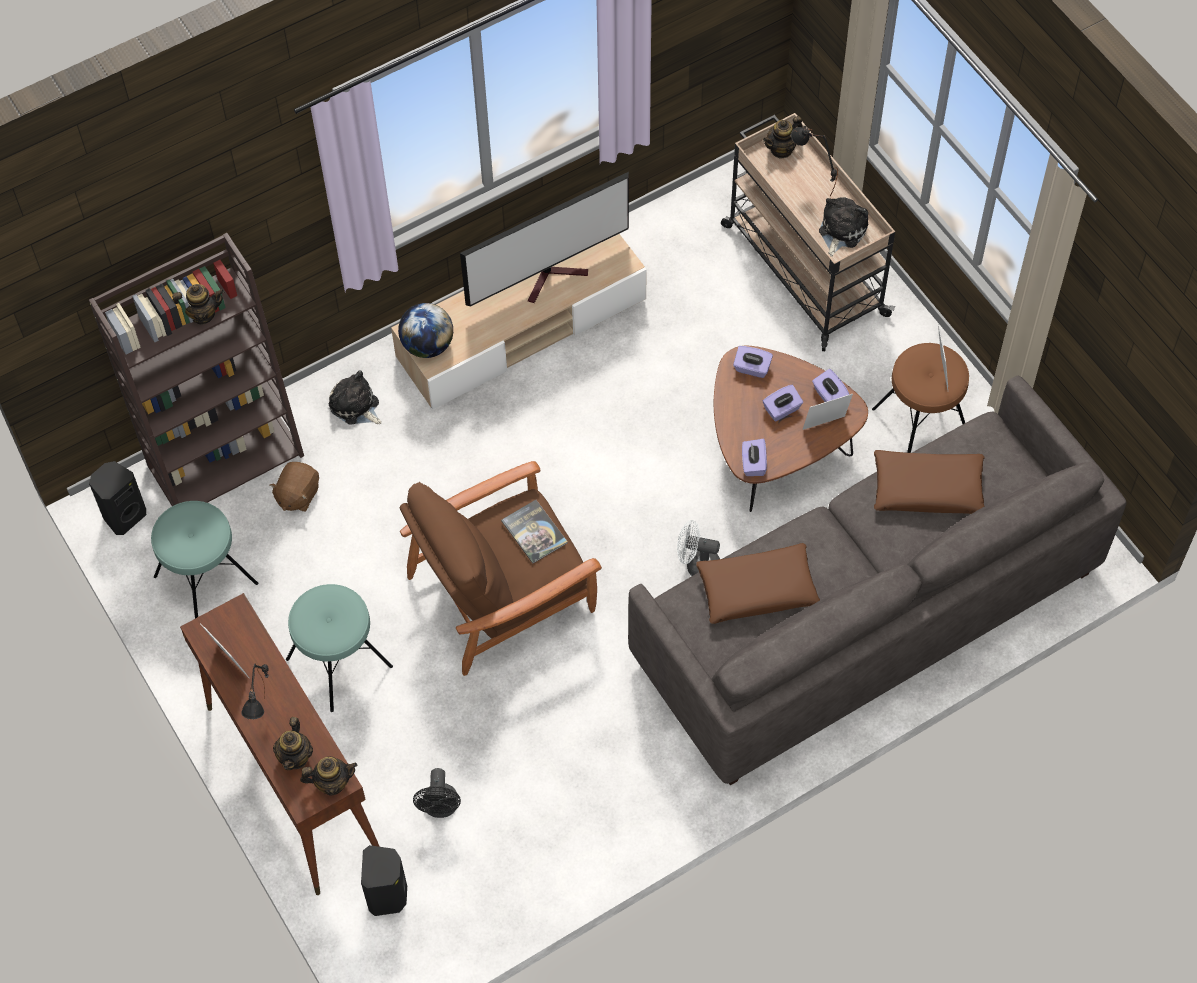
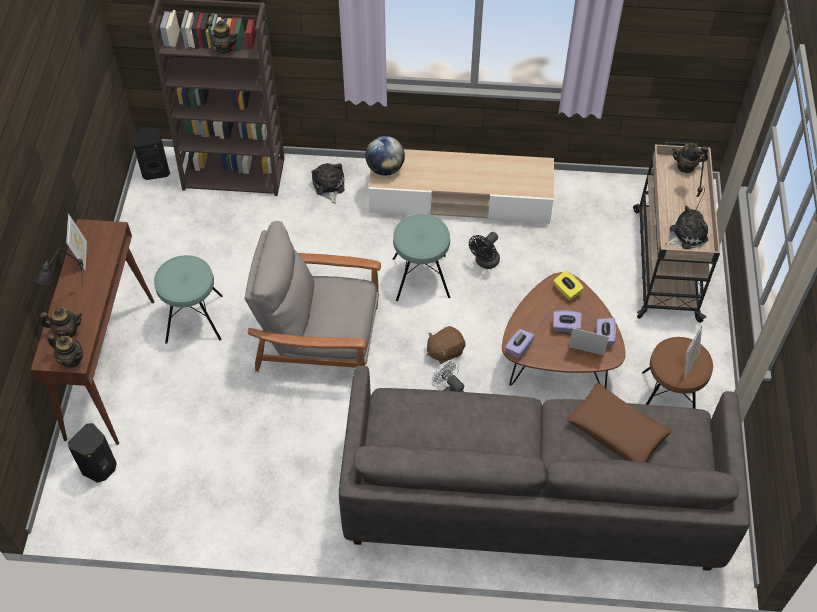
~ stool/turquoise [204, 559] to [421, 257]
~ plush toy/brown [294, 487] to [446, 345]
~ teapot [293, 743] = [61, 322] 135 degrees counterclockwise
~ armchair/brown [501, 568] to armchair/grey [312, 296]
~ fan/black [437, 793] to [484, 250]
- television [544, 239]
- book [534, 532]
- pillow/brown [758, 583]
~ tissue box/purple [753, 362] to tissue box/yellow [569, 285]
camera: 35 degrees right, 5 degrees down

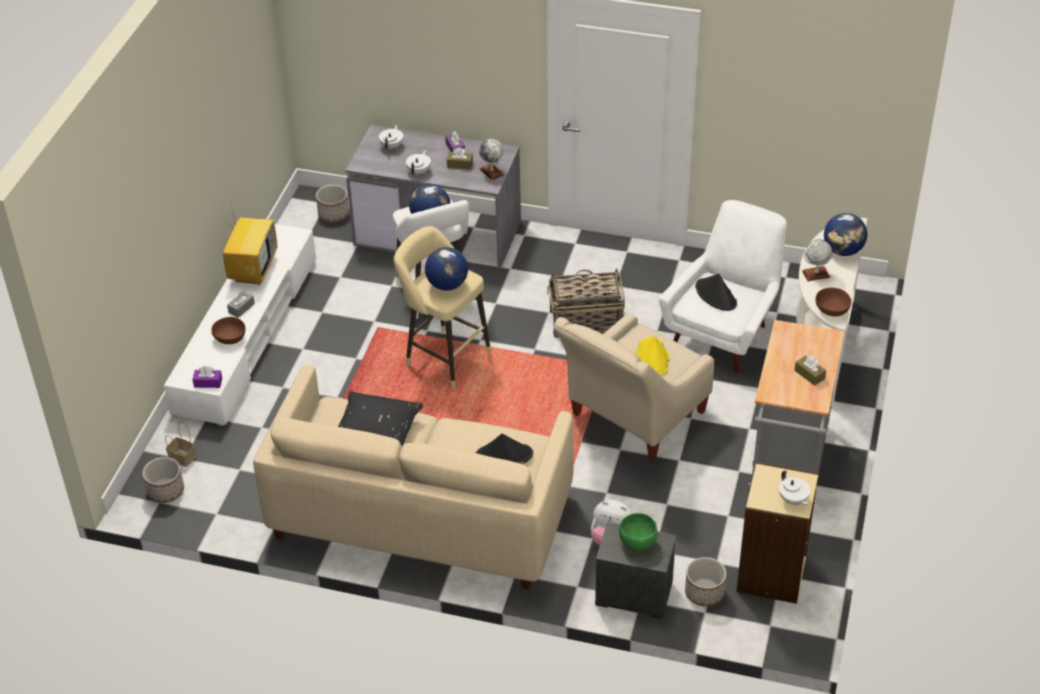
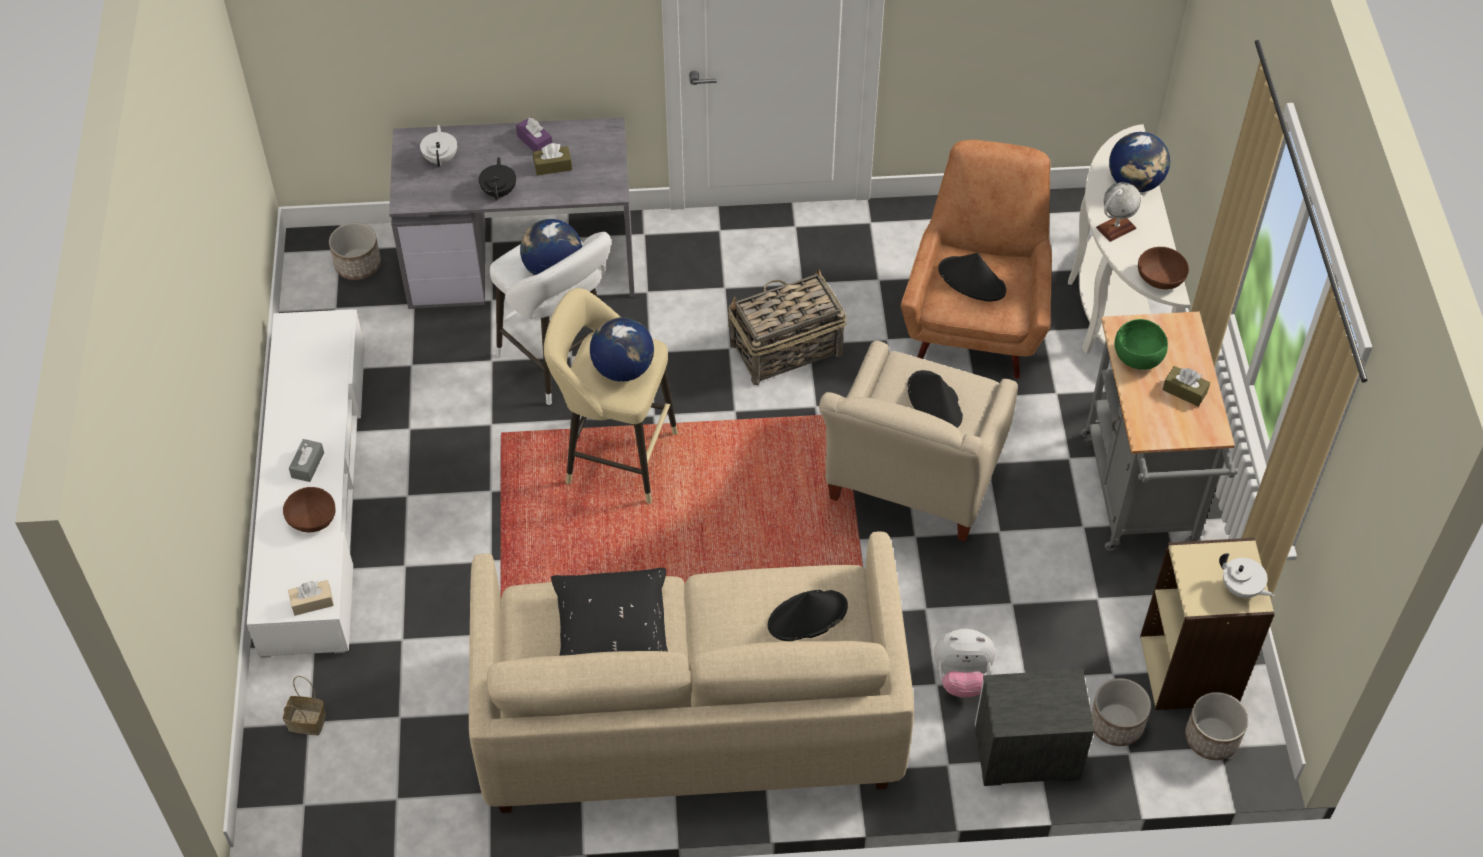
~ planter [163, 480] to [1216, 726]
~ tissue box/purple [207, 377] to tissue box/beige [311, 598]
- television [250, 240]
~ teapot/white [418, 162] to teapot/black [497, 178]
- globe [491, 159]
~ bowl/green [638, 532] to [1141, 344]
~ hat/yellow [652, 356] to hat/black [935, 399]
~ armchair/white [723, 287] to armchair/brown [976, 259]
camera: 20 degrees left, 10 degrees up

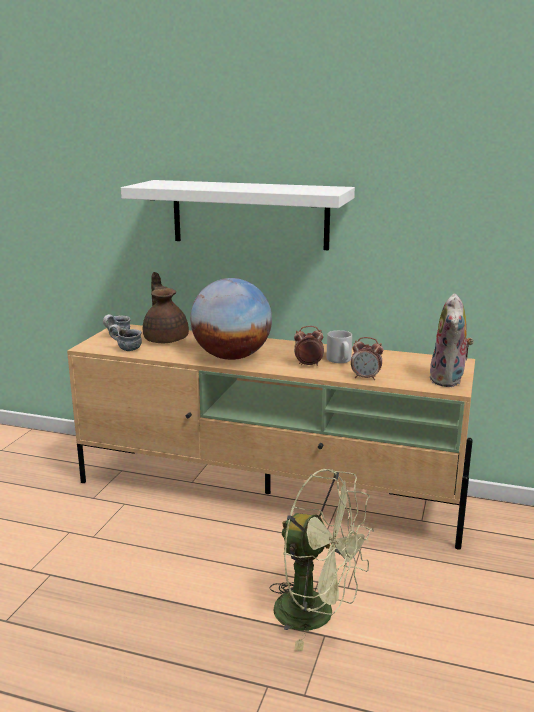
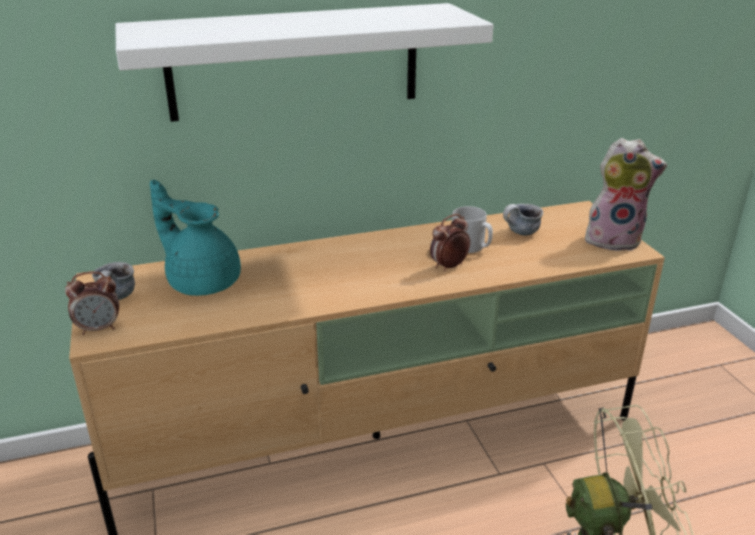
~ mug [125, 337] to [523, 220]
~ teapot/brown [166, 307] to teapot/turquoise [195, 238]
- globe [231, 319]
~ alarm clock [367, 358] to [92, 303]
~ plush toy [451, 340] = [626, 194] 60 degrees counterclockwise
camera: 35 degrees left, 10 degrees up

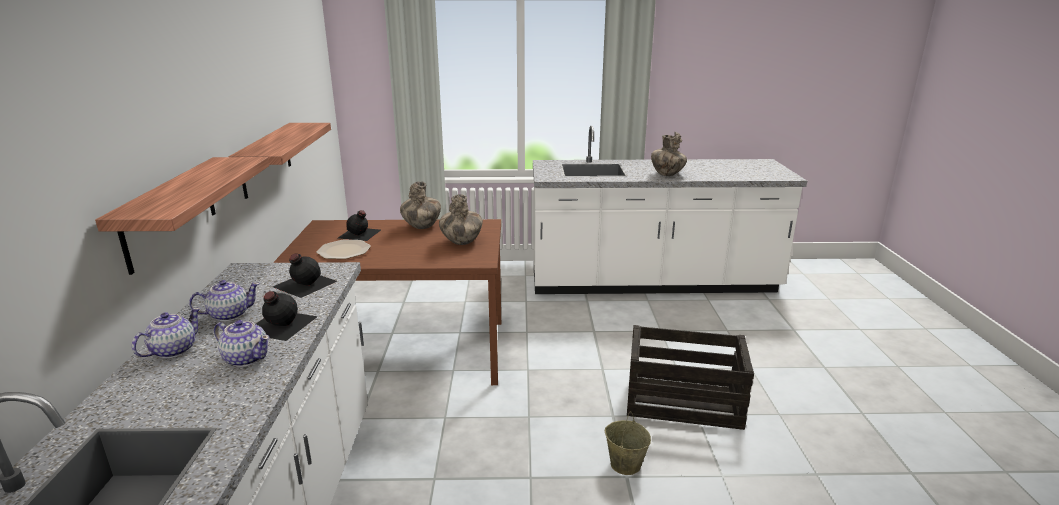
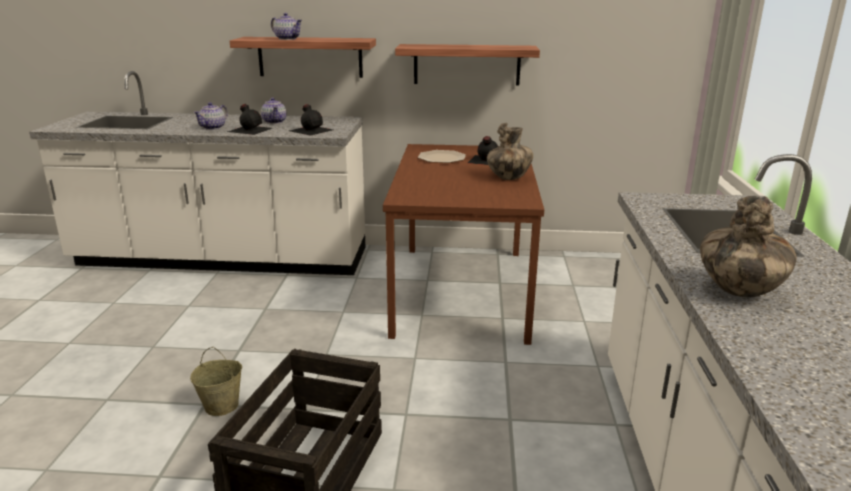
~ teapot [166, 332] to [286, 26]
- vase [461, 219]
camera: 95 degrees right, 0 degrees up

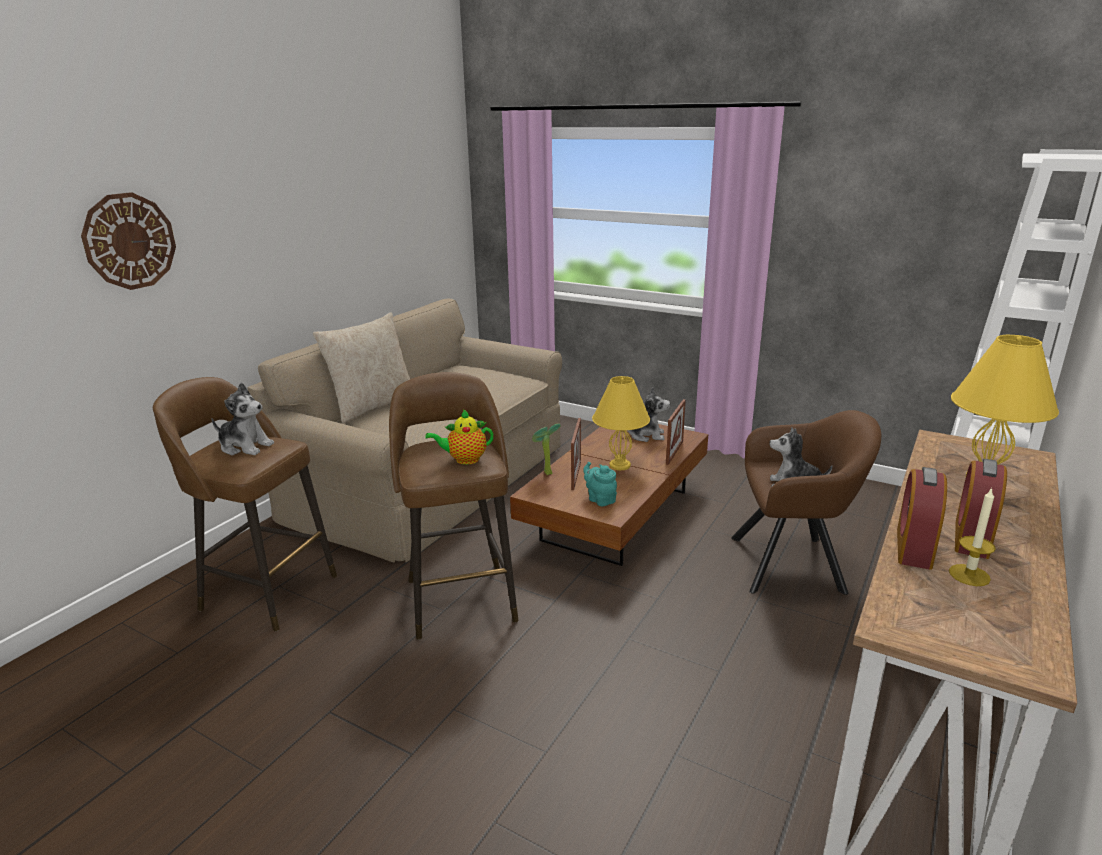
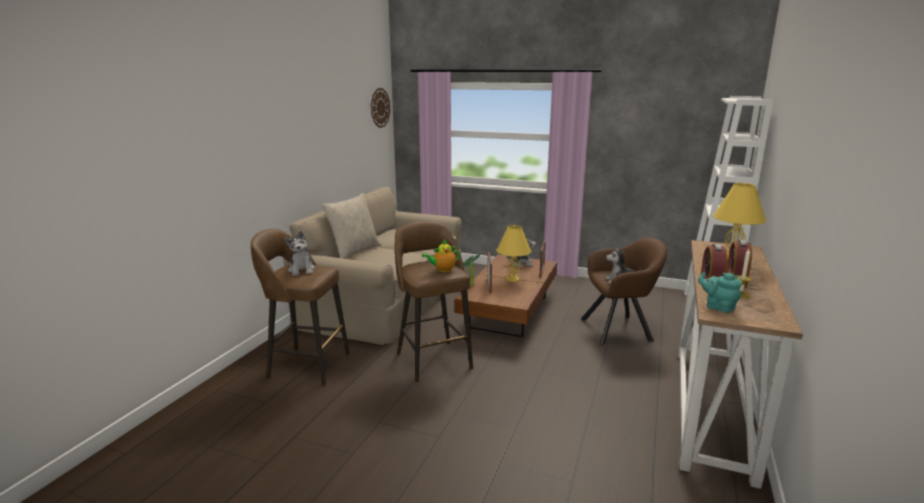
~ wall clock [128, 241] to [380, 108]
~ plush toy [242, 419] = [299, 253] 60 degrees clockwise
~ teapot/turquoise [600, 484] to [720, 292]
camera: 10 degrees left, 5 degrees down

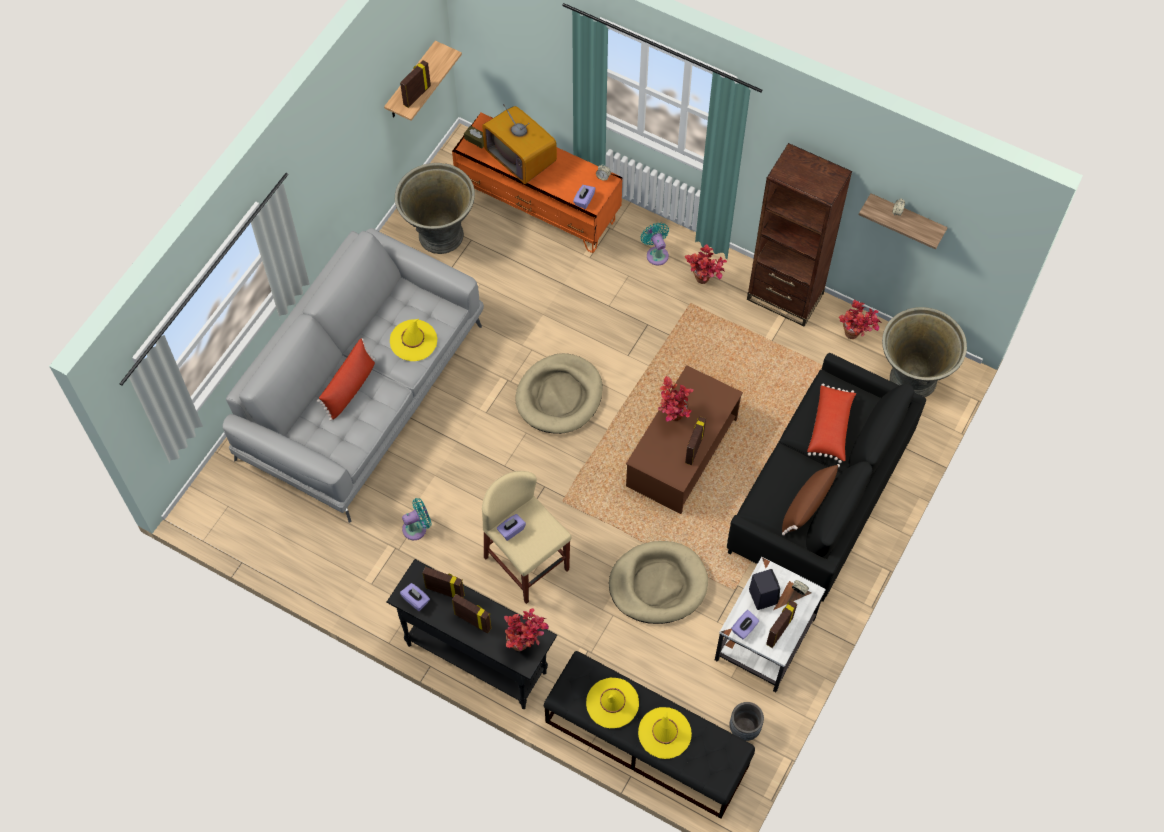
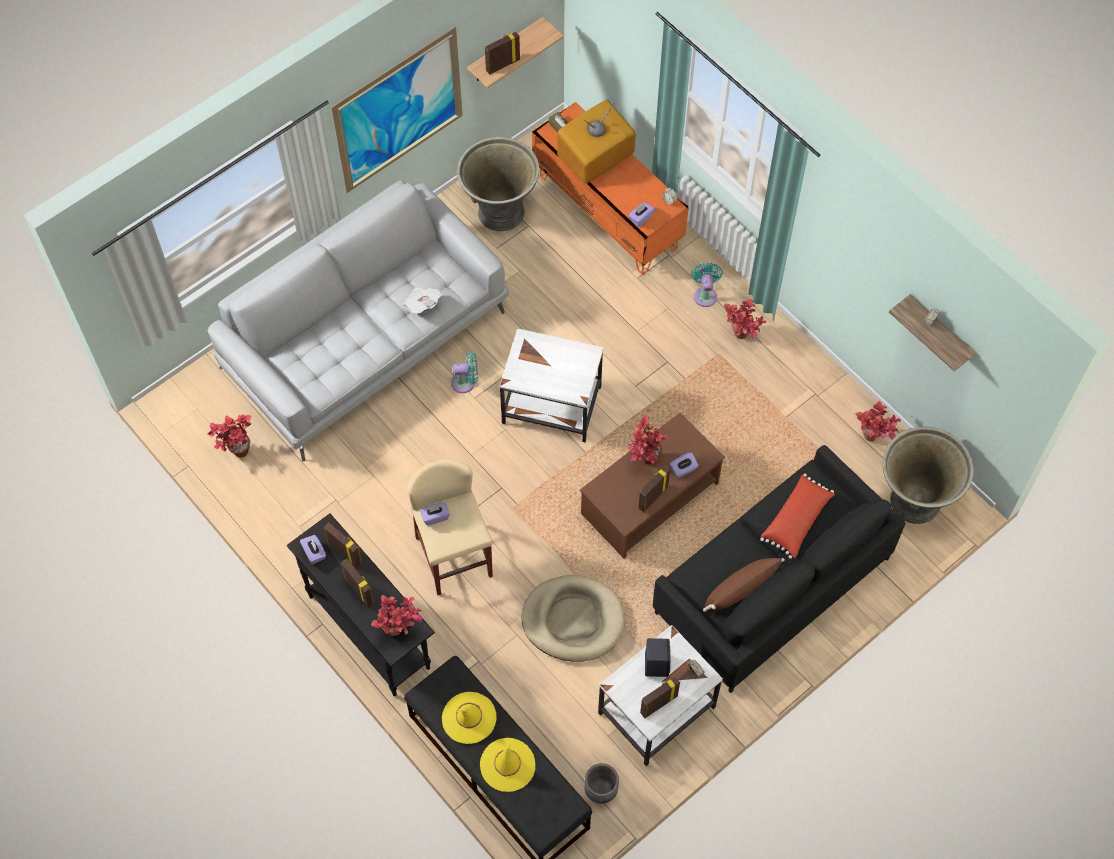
- pillow/red [346, 379]
~ hat/yellow [413, 340] to newspaper [422, 300]
~ fan/turquoise [416, 519] to [464, 372]
~ television [519, 144] = [596, 142] 75 degrees clockwise
~ dog bed/beige [559, 393] to side table/white [551, 385]
~ tissue box/purple [745, 624] to [684, 465]
- bookcase/brown [799, 235]
+ potted plant [230, 436]
+ picture [397, 109]
camera: 20 degrees right, 0 degrees up

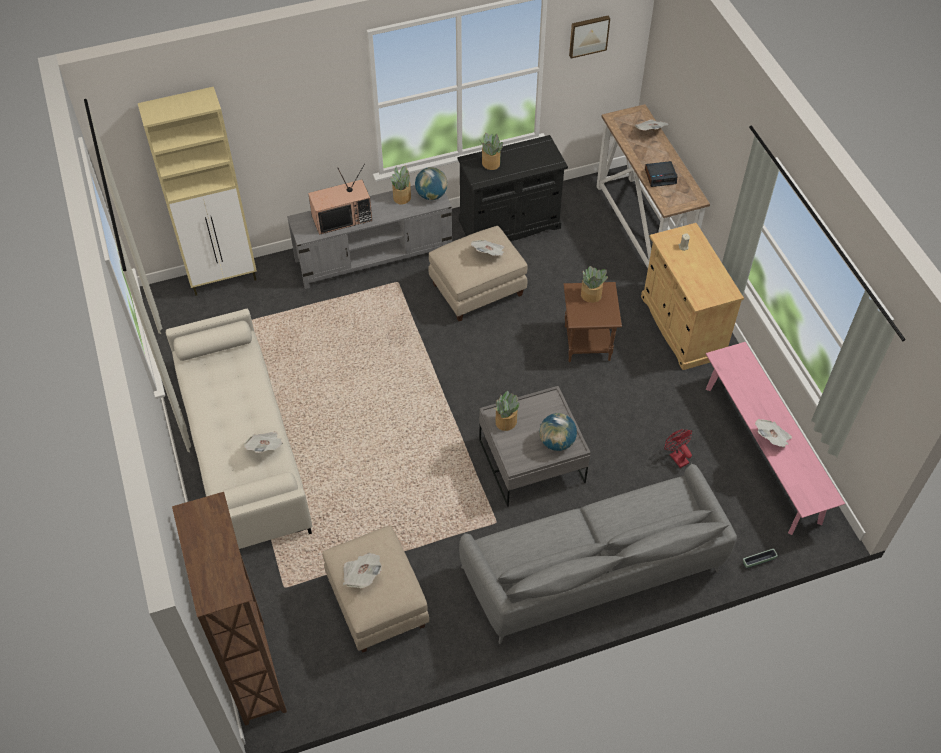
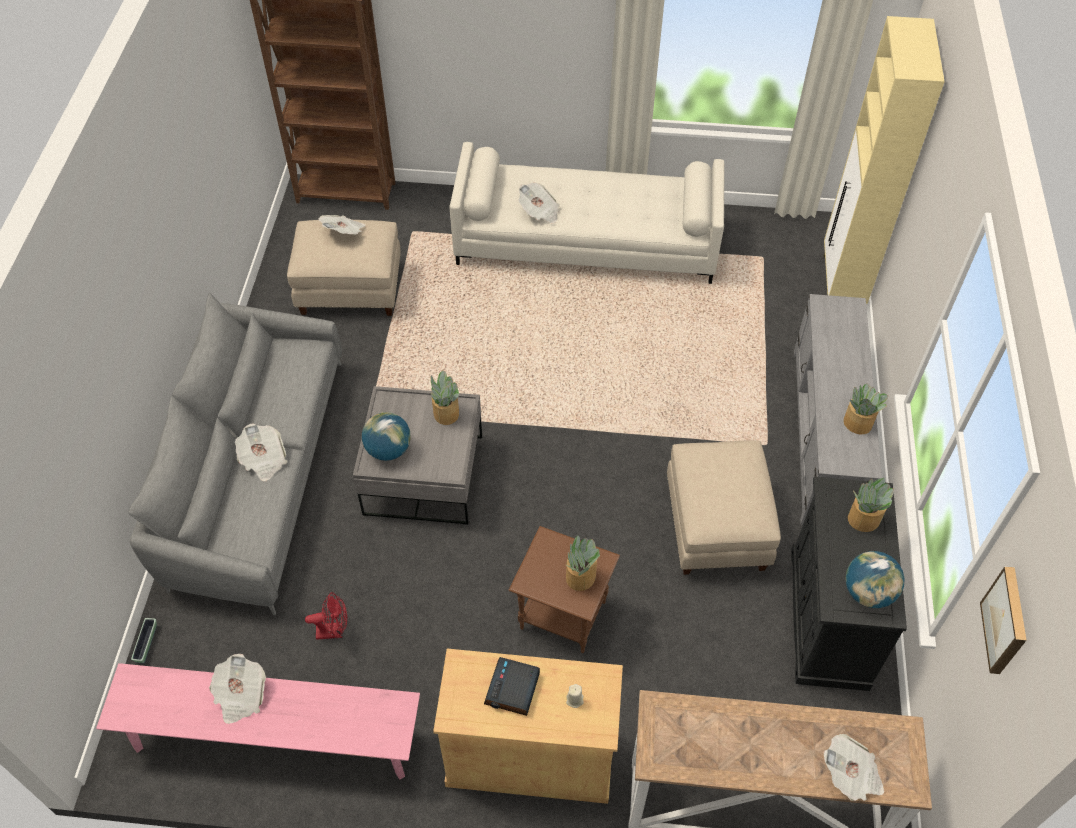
- television [340, 199]
~ globe [431, 183] to [875, 579]
~ newspaper [488, 248] to [261, 452]
~ alarm clock [661, 174] to [512, 686]
camera: 115 degrees right, 0 degrees up

